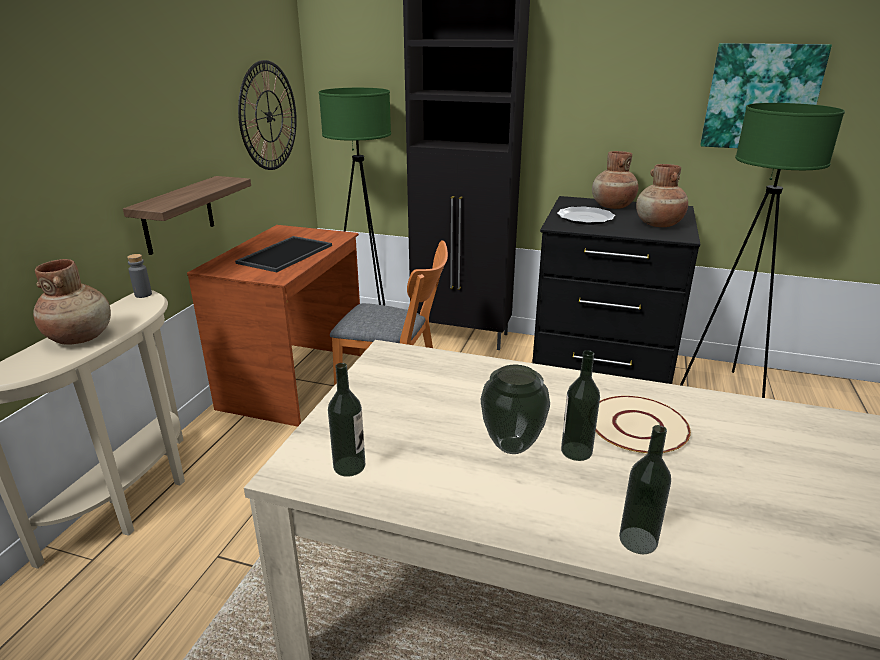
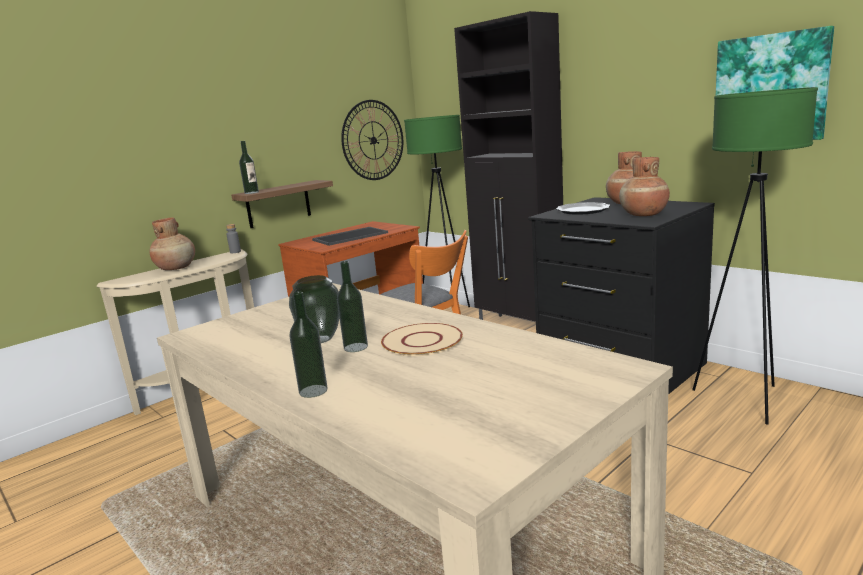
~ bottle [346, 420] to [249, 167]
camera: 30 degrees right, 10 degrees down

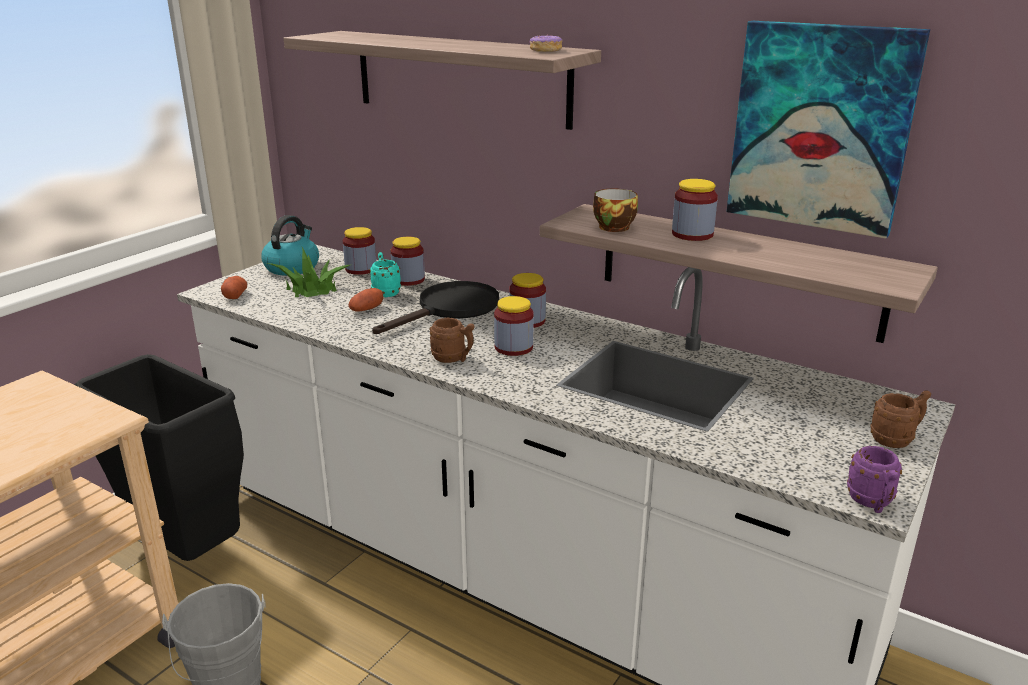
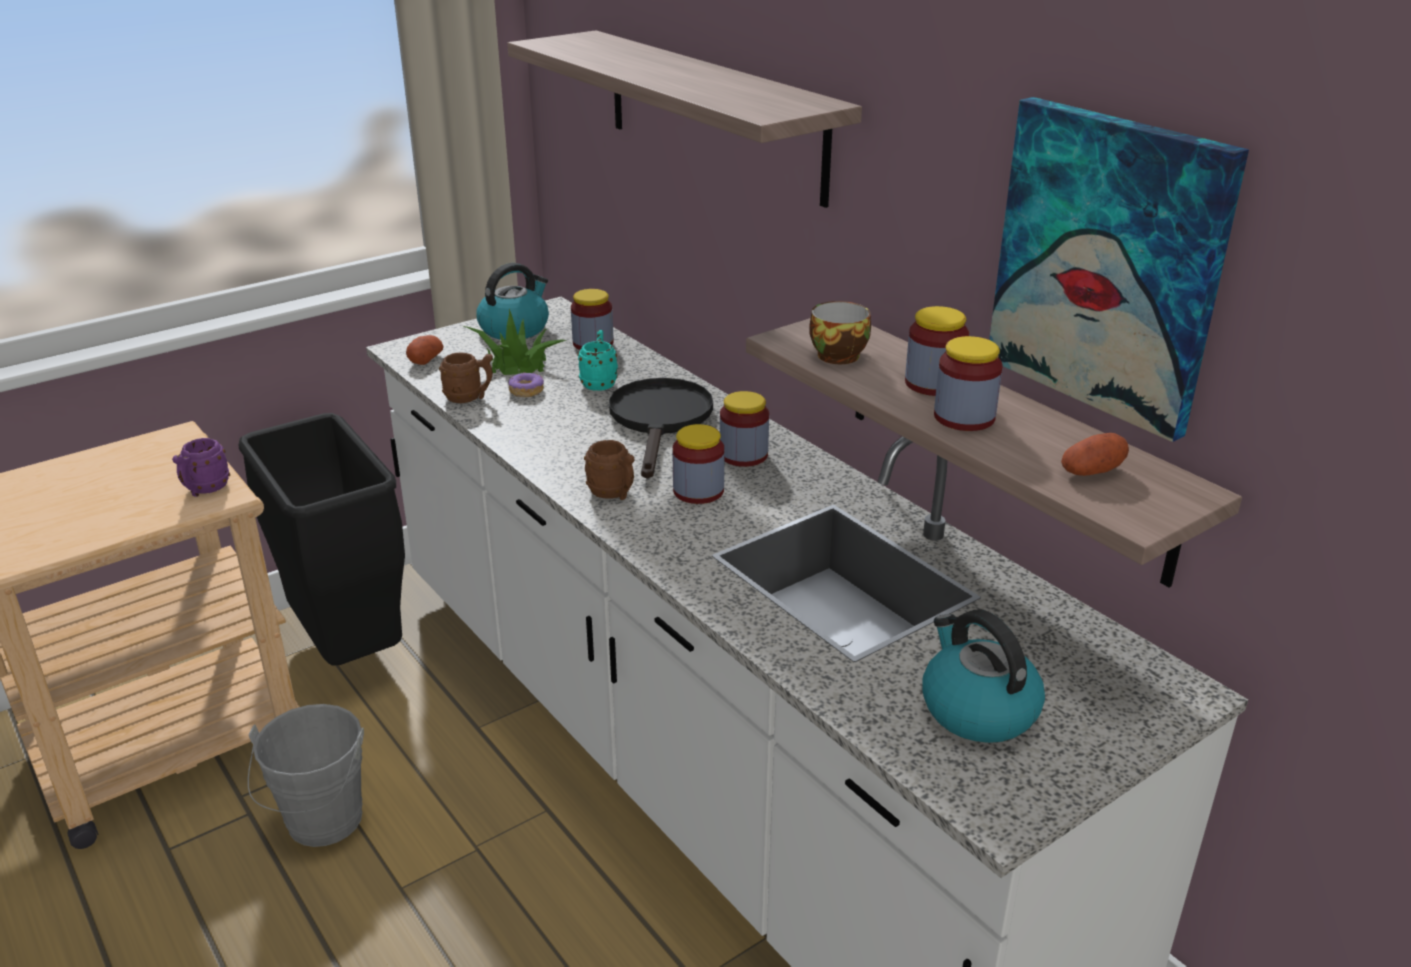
~ potato [366, 300] to [1095, 454]
~ frying pan/black [435, 307] = [661, 428] 60 degrees counterclockwise
~ jar [408, 261] to [968, 383]
~ donut [546, 43] to [526, 384]
~ mug/purple [874, 479] to [201, 467]
~ mug/brown [900, 419] to [466, 377]
+ kettle [984, 676]
camera: 20 degrees right, 5 degrees up

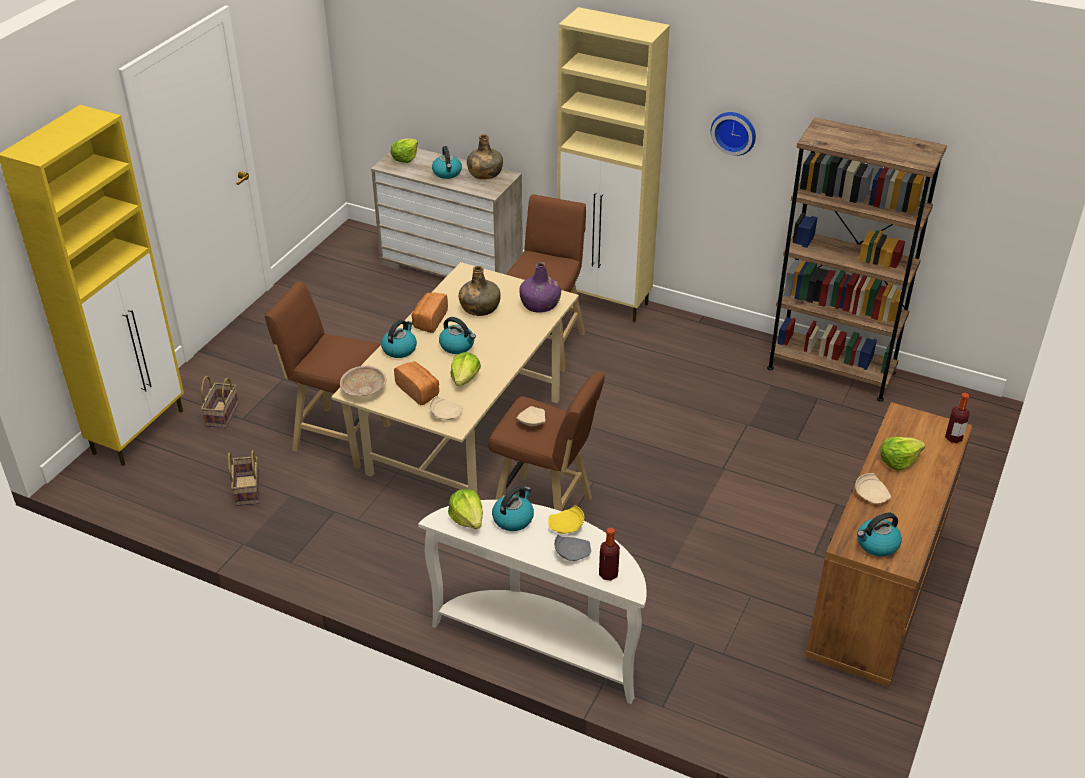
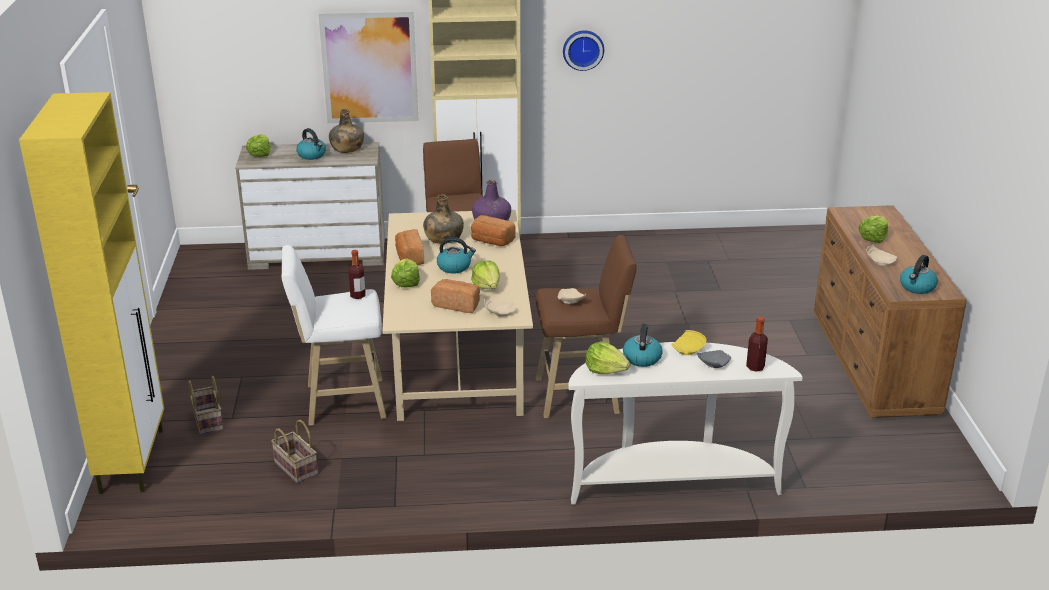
~ stool/brown [328, 375] to stool/white [333, 335]
- bowl/beige [363, 381]
~ kettle [399, 339] to lettuce [405, 273]
- bookcase/brown [857, 259]
~ bottle [957, 418] to [357, 274]
+ picture [368, 67]
+ bread [493, 230]
camera: 30 degrees left, 10 degrees down

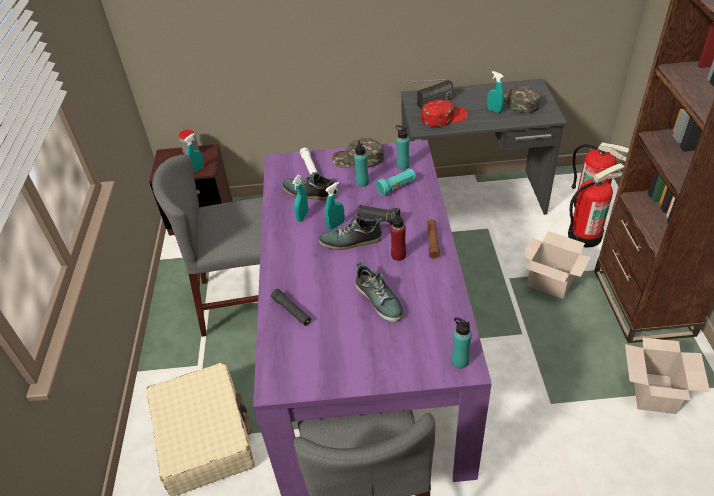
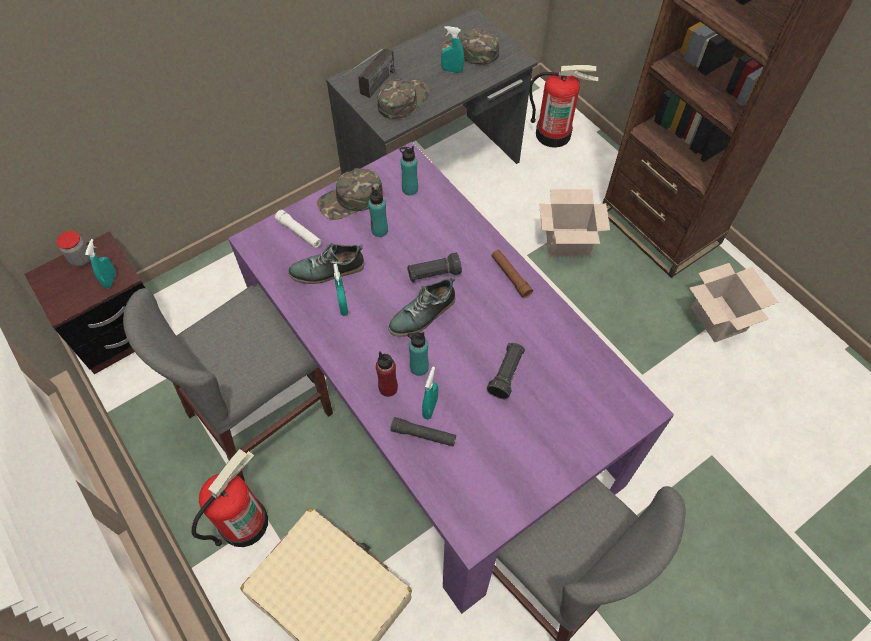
~ spray bottle/turquoise [334, 206] to [430, 392]
~ shoe [379, 292] to flashlight/black [506, 371]
- flashlight/turquoise [396, 182]
~ bottle/red [398, 236] to [387, 374]
~ cap/red [444, 113] to cap/green [404, 99]
~ bottle/turquoise [462, 342] to [418, 354]
~ fire extinguisher [596, 205] to [229, 498]
camera: 35 degrees left, 15 degrees up

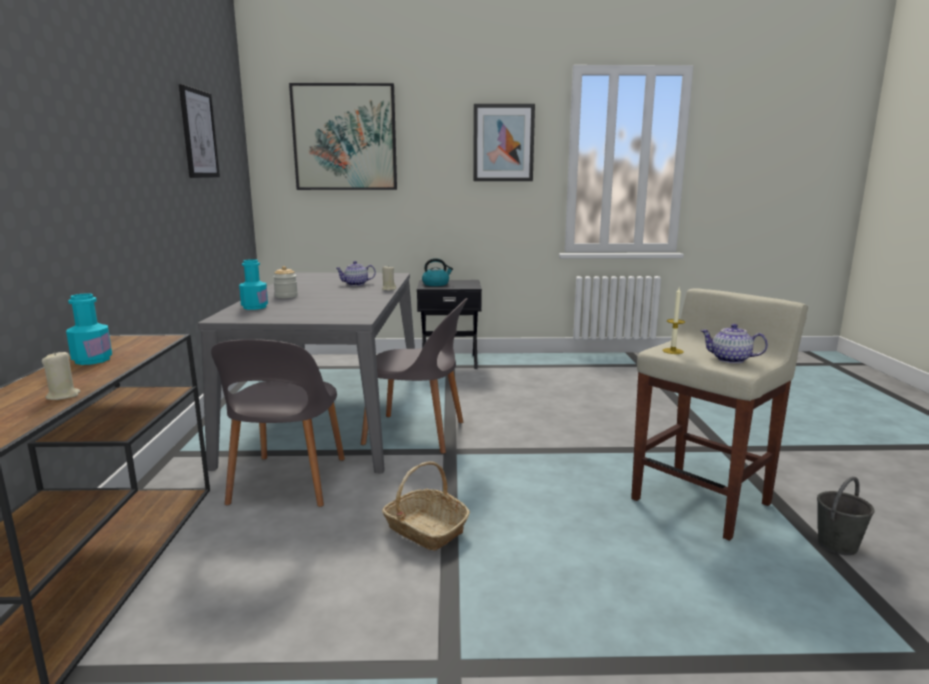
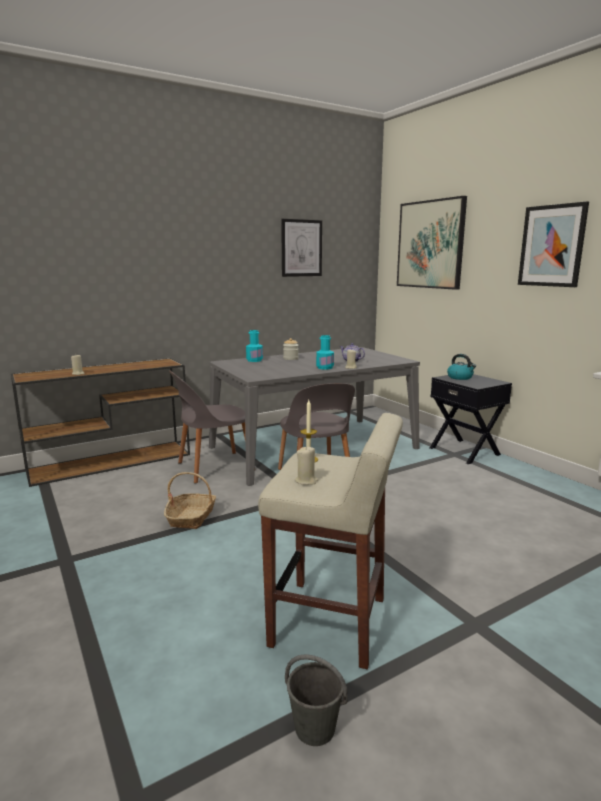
~ bottle/turquoise [89, 329] to [325, 352]
~ teapot [734, 343] to candle/beige [306, 465]
camera: 60 degrees right, 0 degrees up

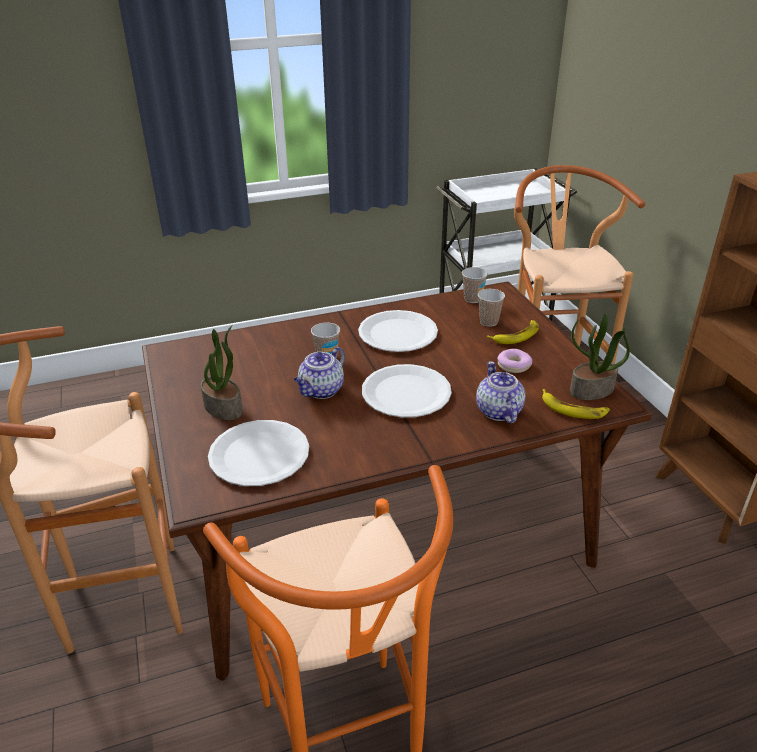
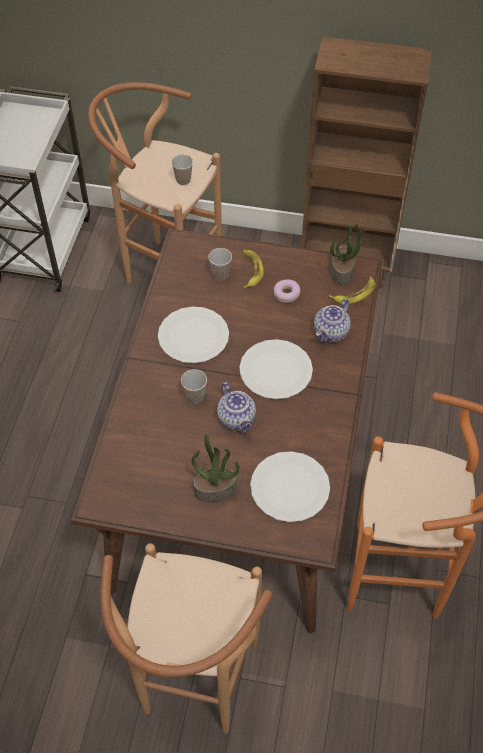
~ cup [475, 285] to [182, 169]
~ teapot [501, 392] = [332, 321] 75 degrees counterclockwise
camera: 60 degrees left, 20 degrees up

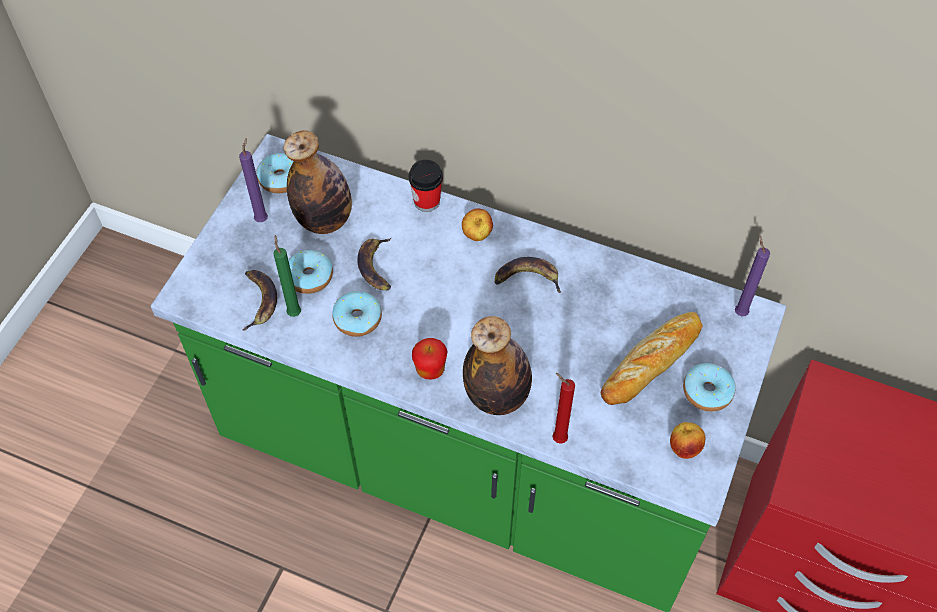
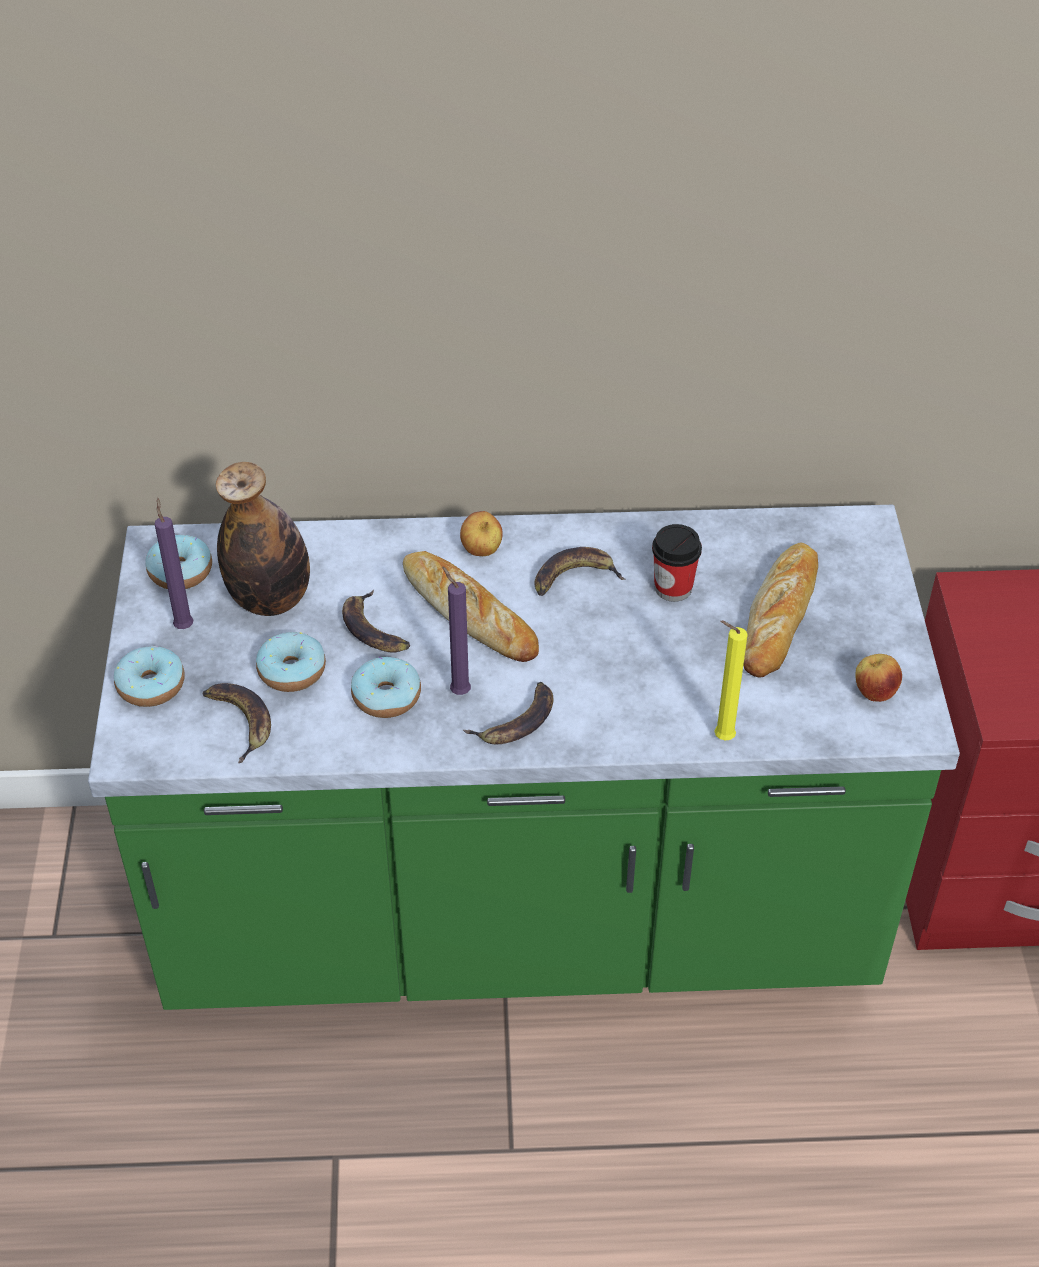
- candle/green [287, 276]
~ cup [425, 186] to [677, 563]
~ apple [430, 359] to banana [508, 713]
- bottle [497, 365]
~ candle/red [563, 408] to candle/yellow [731, 681]
~ donut [709, 387] to [149, 676]
~ candle/purple [752, 275] to [456, 630]
+ bread [471, 606]
camera: 25 degrees left, 10 degrees down

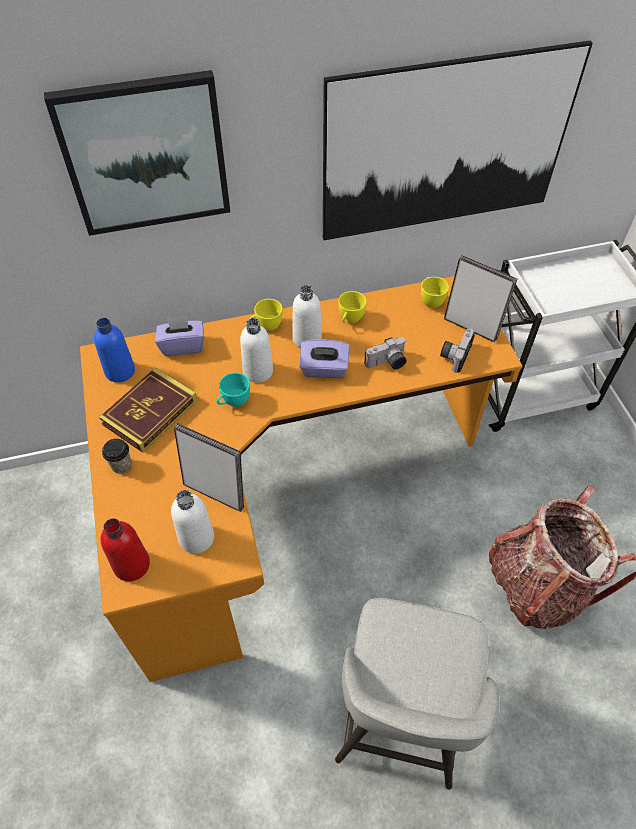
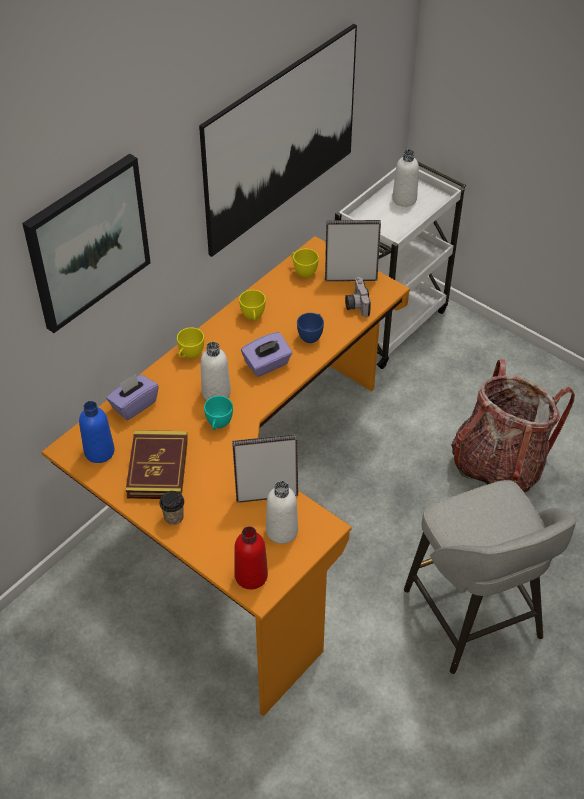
~ bottle/white [307, 316] to [405, 178]
~ photo camera [385, 353] to cup/blue [310, 328]
camera: 35 degrees left, 5 degrees down

